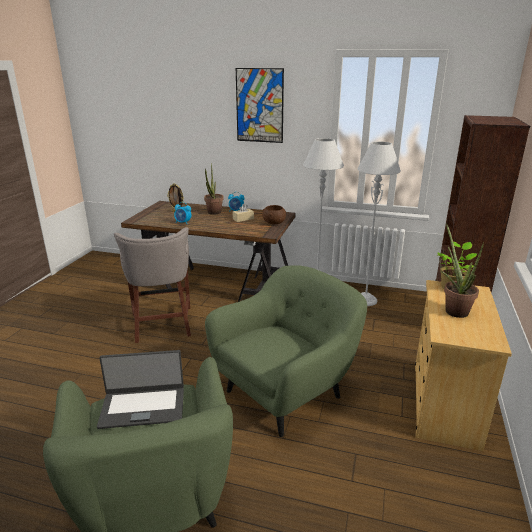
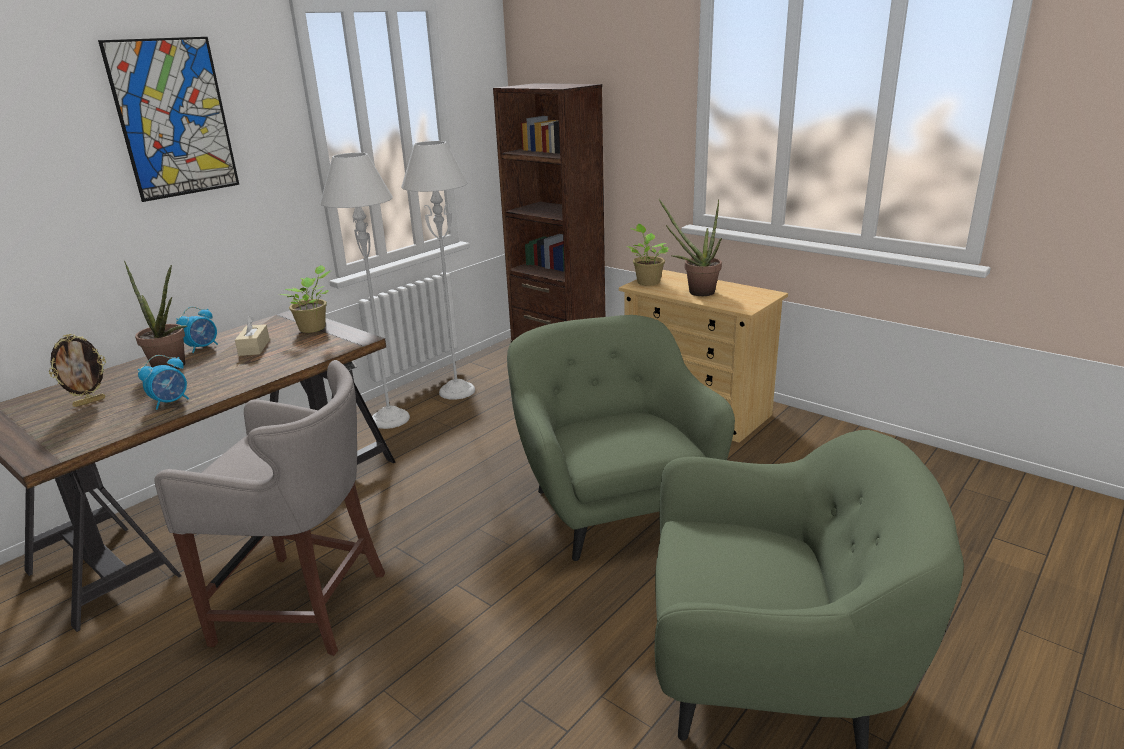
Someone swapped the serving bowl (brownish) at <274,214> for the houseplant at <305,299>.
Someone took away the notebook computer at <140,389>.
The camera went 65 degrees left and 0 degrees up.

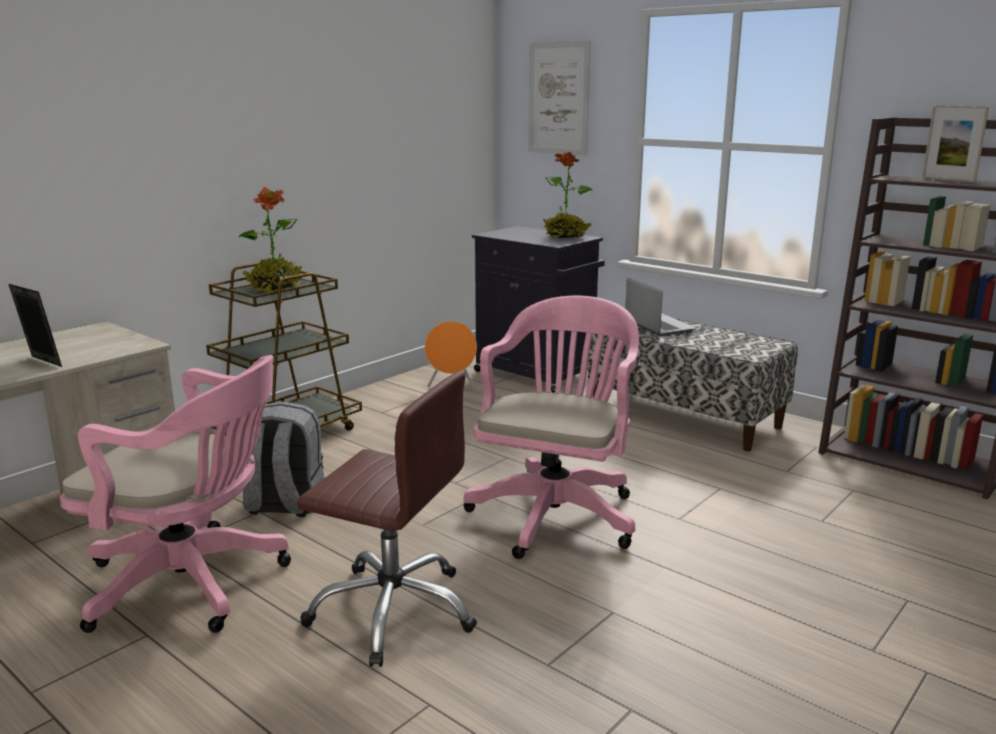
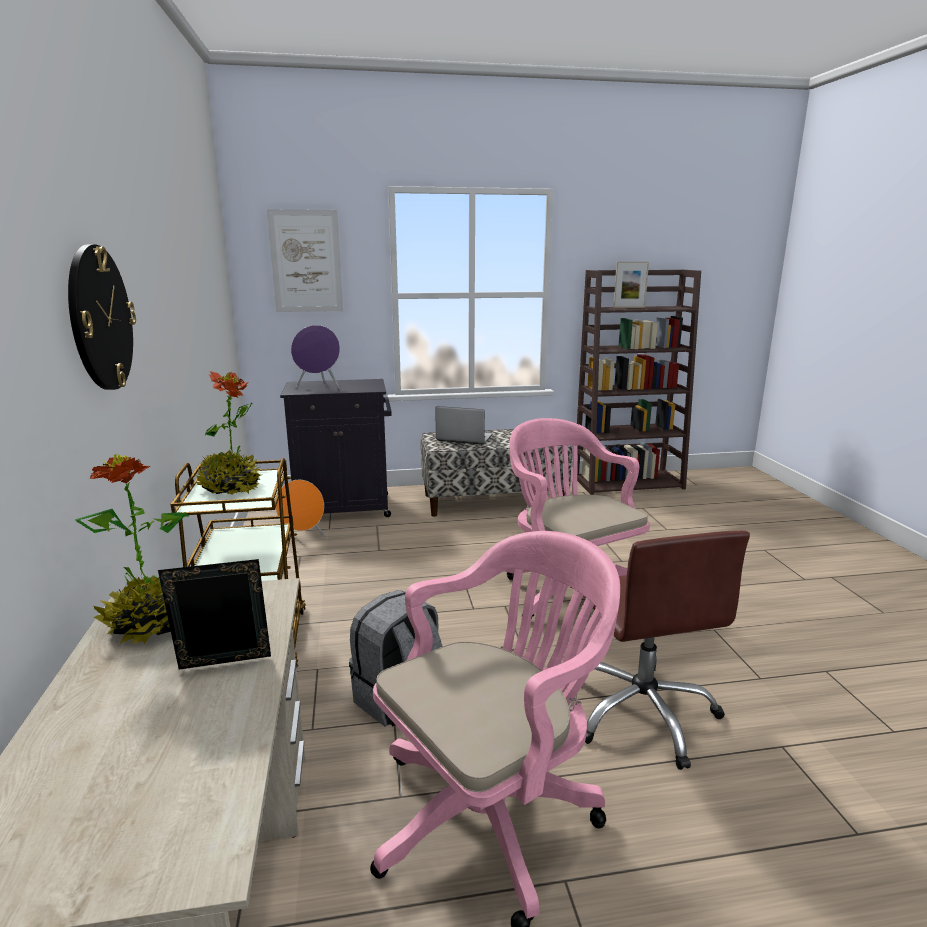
Someone carried the houseplant from <568,194> to <132,549>.
Someone rotated the computer chair (brownish) at <387,519> by 105 degrees clockwise.
Someone put up the hanging clock at <102,317>.
Someone put down the speaker (purple) at <315,357>.
The camera went 50 degrees left and 0 degrees up.

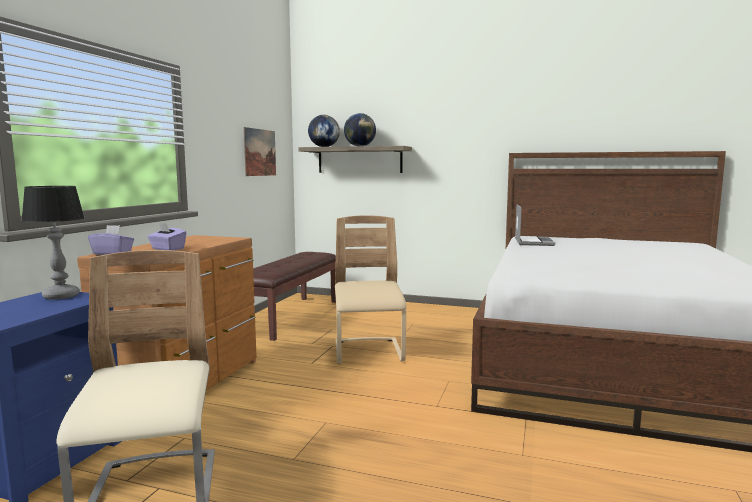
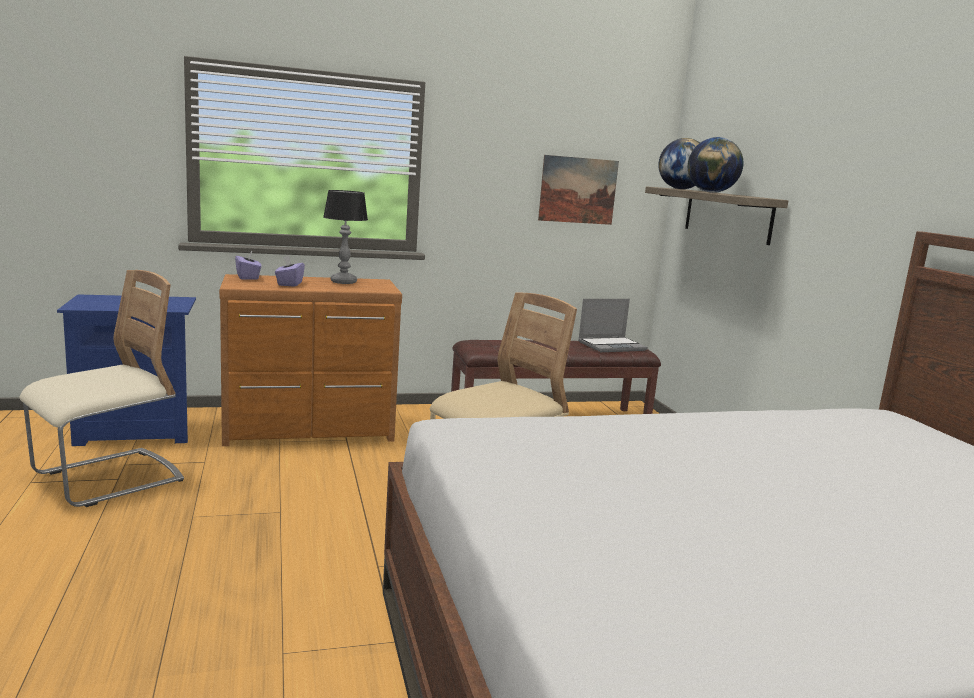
Someone carried the lamp for a table from <53,242> to <345,237>.
Someone carried the notebook computer from <535,225> to <613,325>.
The camera went 55 degrees right and 5 degrees up.

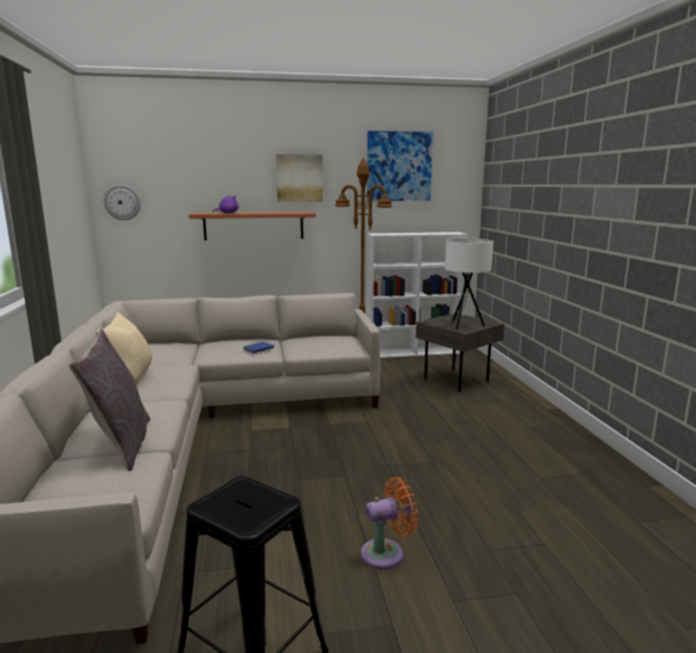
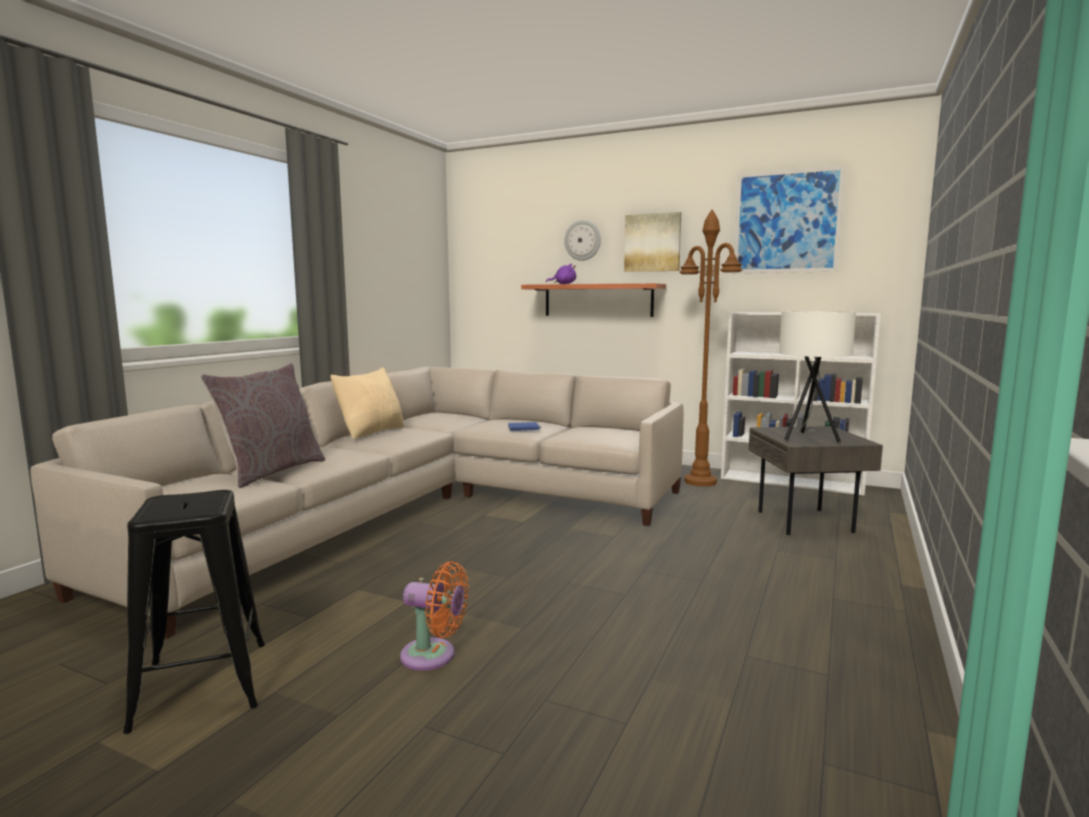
Someone carried the hanging clock from <122,202> to <582,240>.
The camera went 35 degrees right and 5 degrees down.

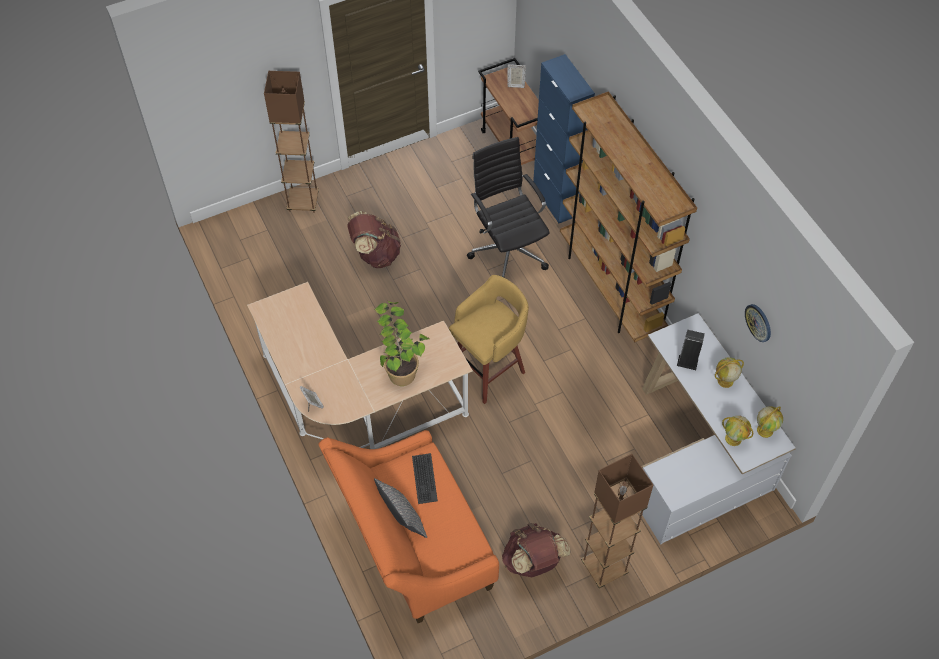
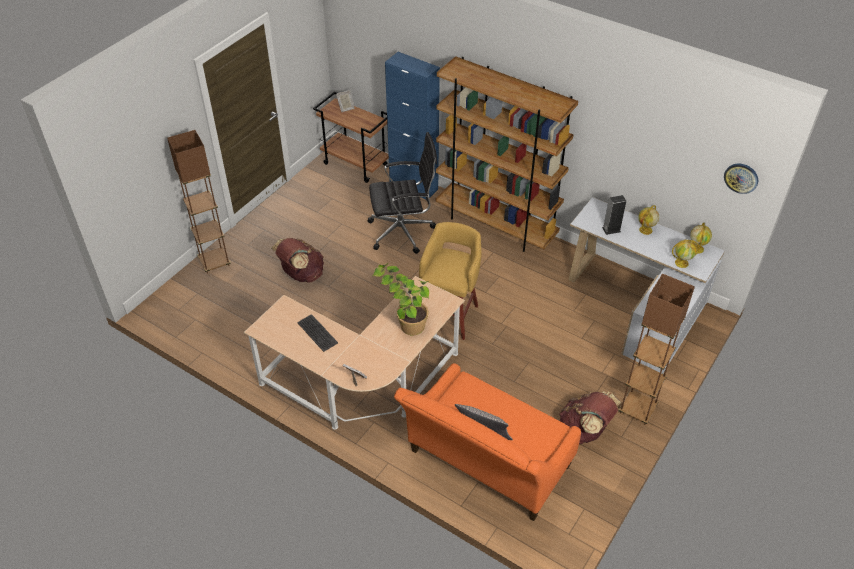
Someone rotated the computer chair (black) at <508,207> by 135 degrees clockwise.
Someone carried the hanging clock from <758,323> to <741,179>.
Someone carried the PC keyboard from <425,478> to <317,333>.
The camera went 30 degrees left and 10 degrees down.

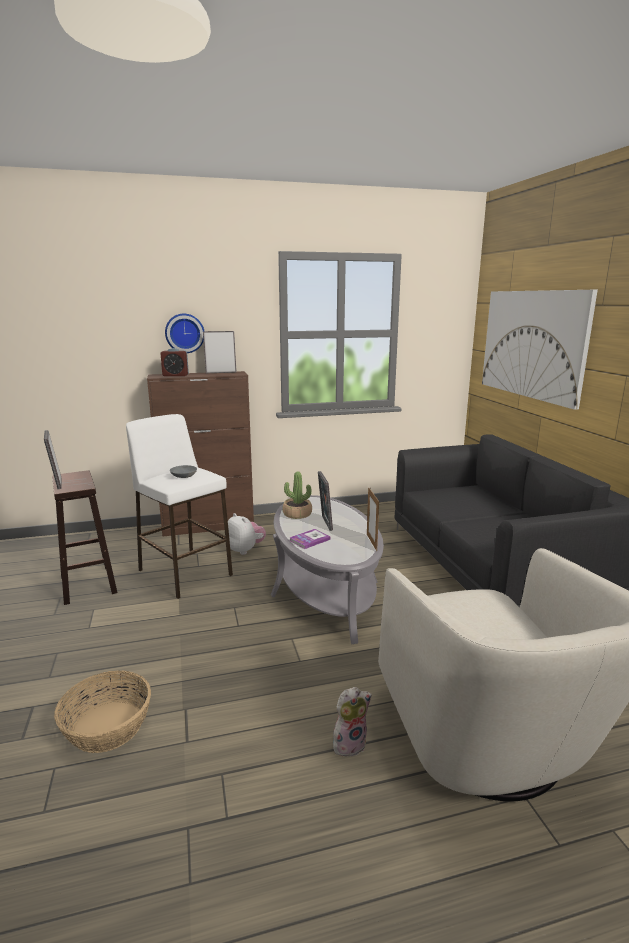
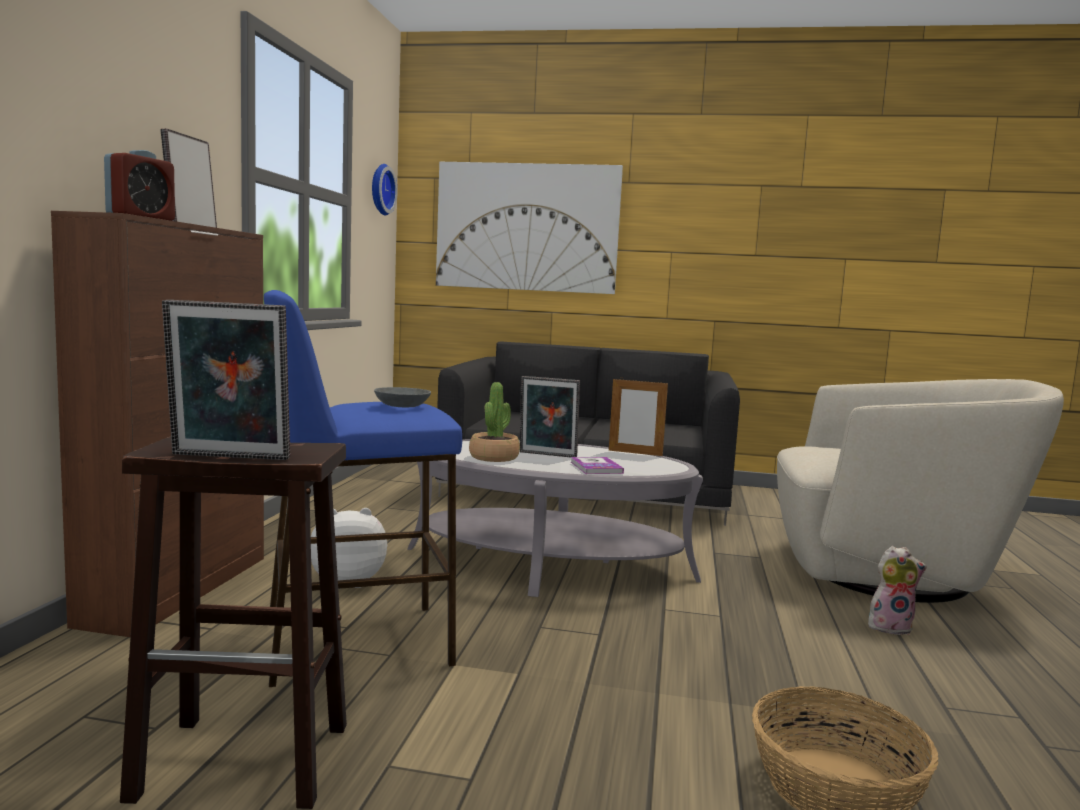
Someone carried the hanging clock from <184,333> to <385,190>.
Someone repainted the stool (whitish) at <179,506>, which became the stool (blue-coloured) at <363,488>.
Someone rotated the plush toy at <352,723> by 90 degrees clockwise.
The camera went 65 degrees left and 10 degrees down.

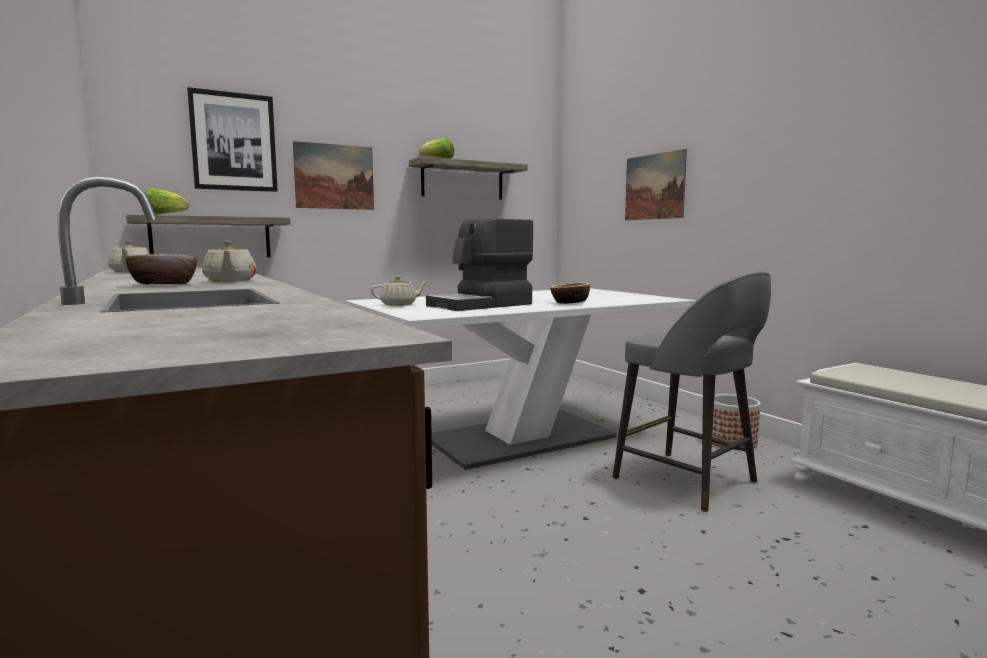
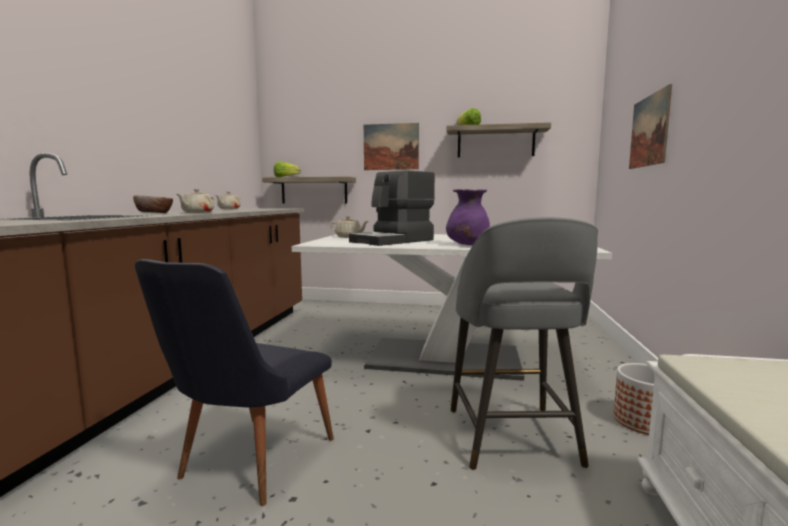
Someone took away the wall art at <232,139>.
Someone rotated the coffee machine at <479,265> by 45 degrees counterclockwise.
Someone swapped the serving bowl at <570,293> for the flower vase (purple) at <468,217>.
Someone put down the upright chair (black) at <234,382>.
The camera went 40 degrees right and 0 degrees up.

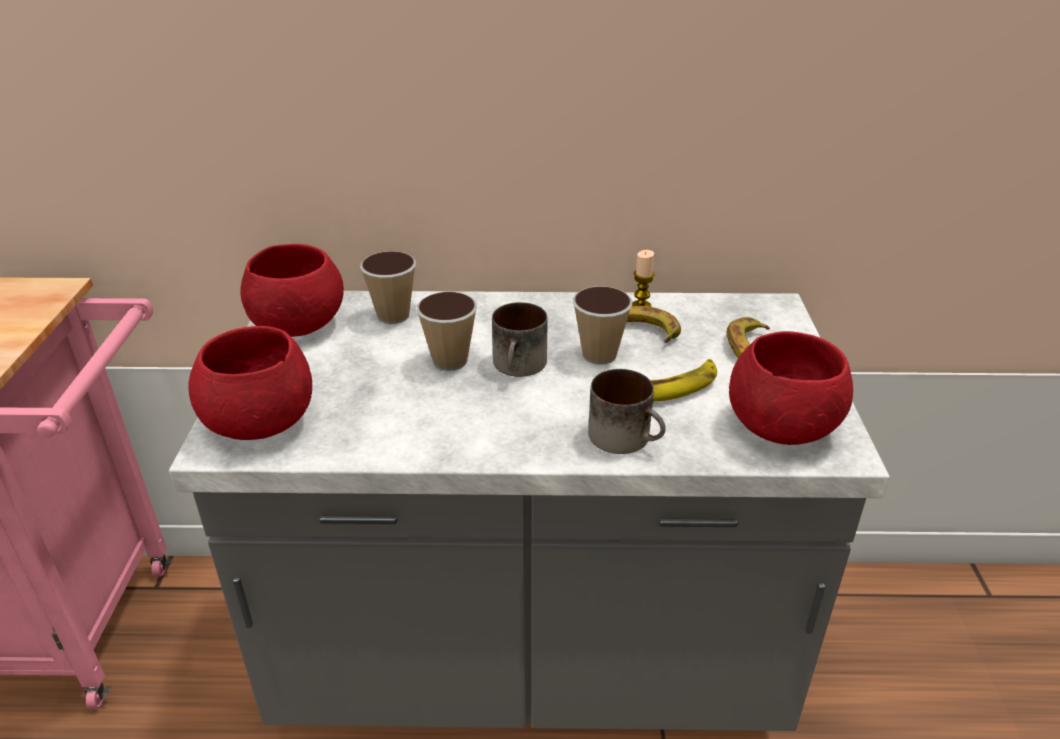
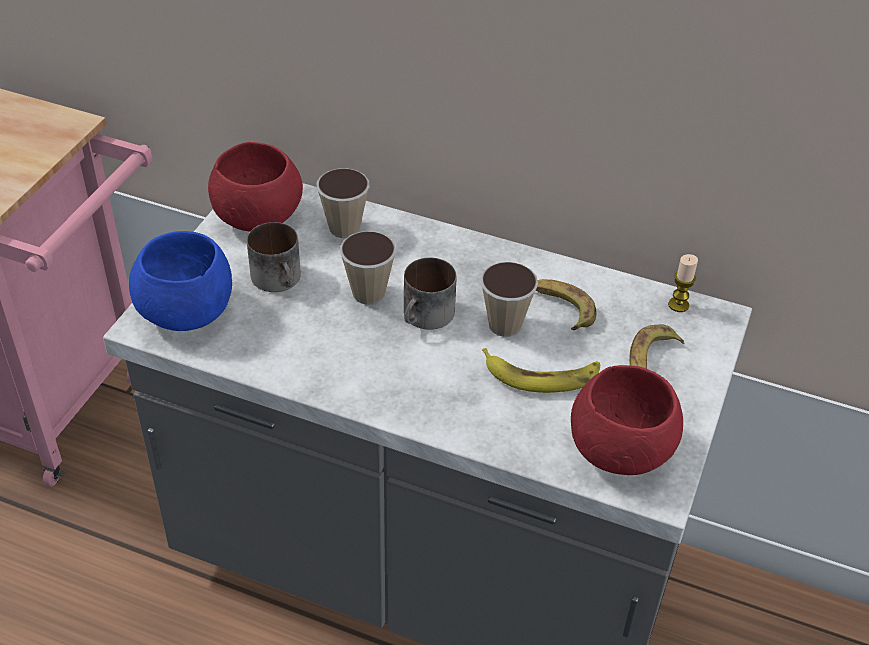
Someone carried the wax light from <643,278> to <683,283>.
Someone repainted the serving bowl (red-coloured) at <250,383>, which became the serving bowl (blue-coloured) at <180,281>.
Someone carried the coffee mug from <627,411> to <274,257>.
The camera went 20 degrees right and 10 degrees up.

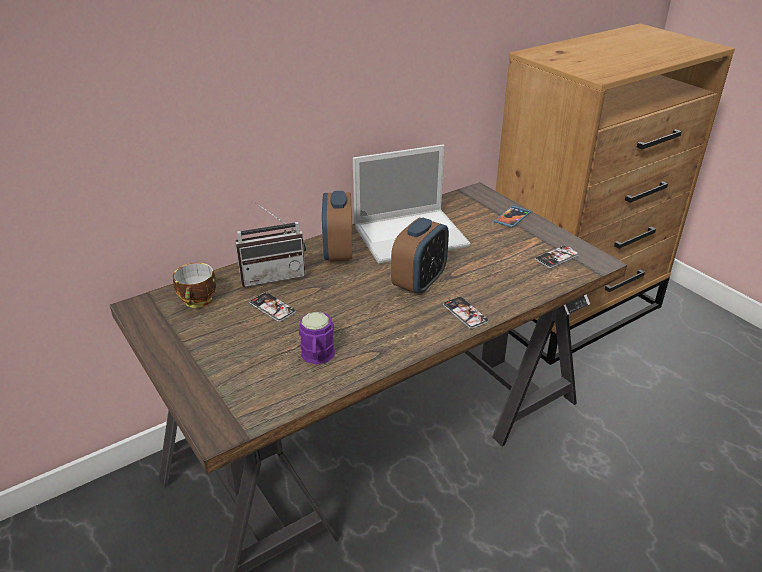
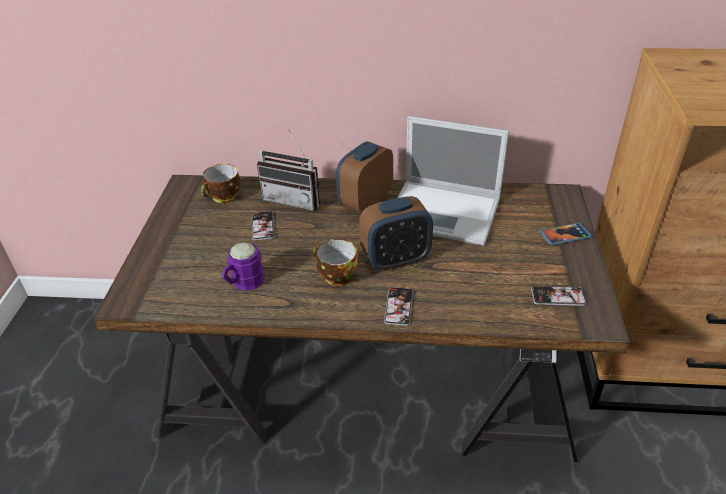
Someone put down the cup at <335,262>.
The camera went 40 degrees right and 5 degrees up.

